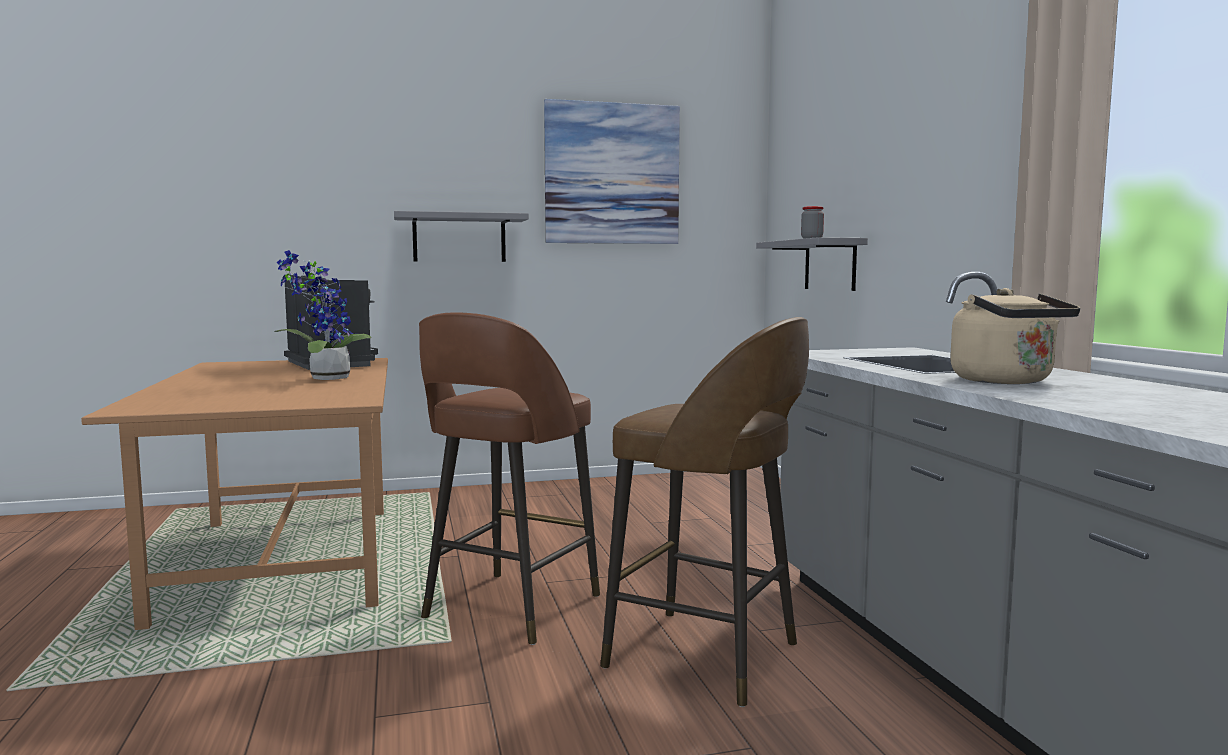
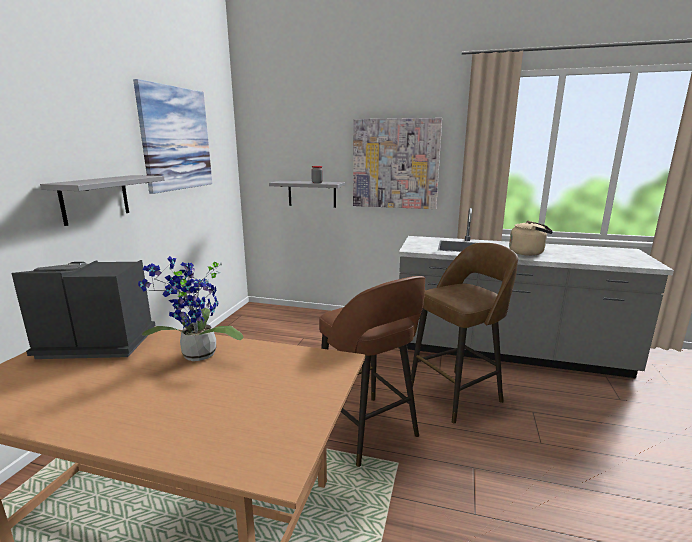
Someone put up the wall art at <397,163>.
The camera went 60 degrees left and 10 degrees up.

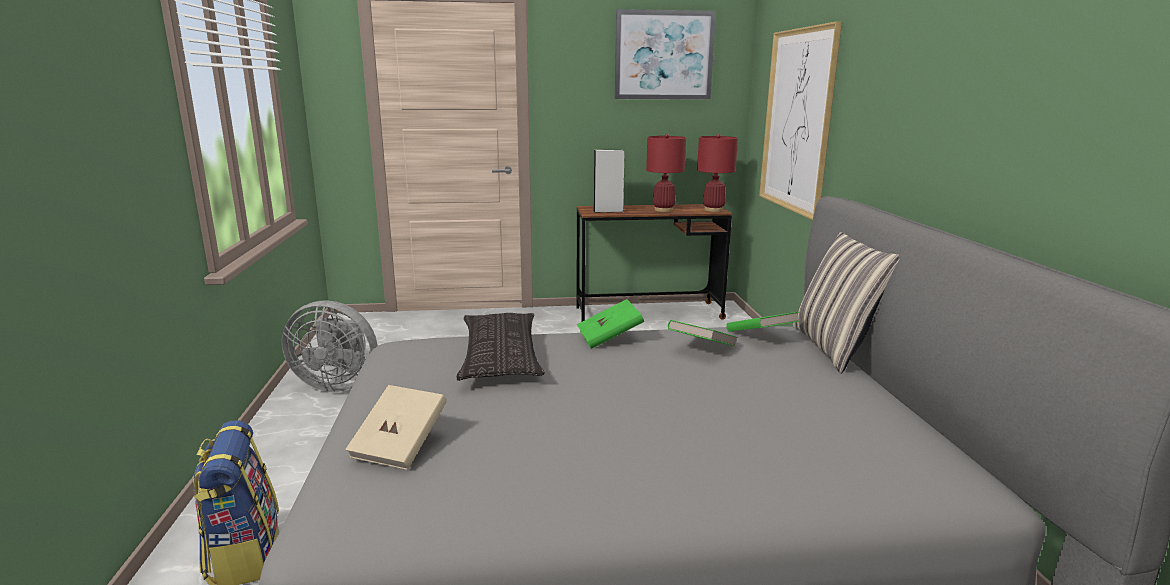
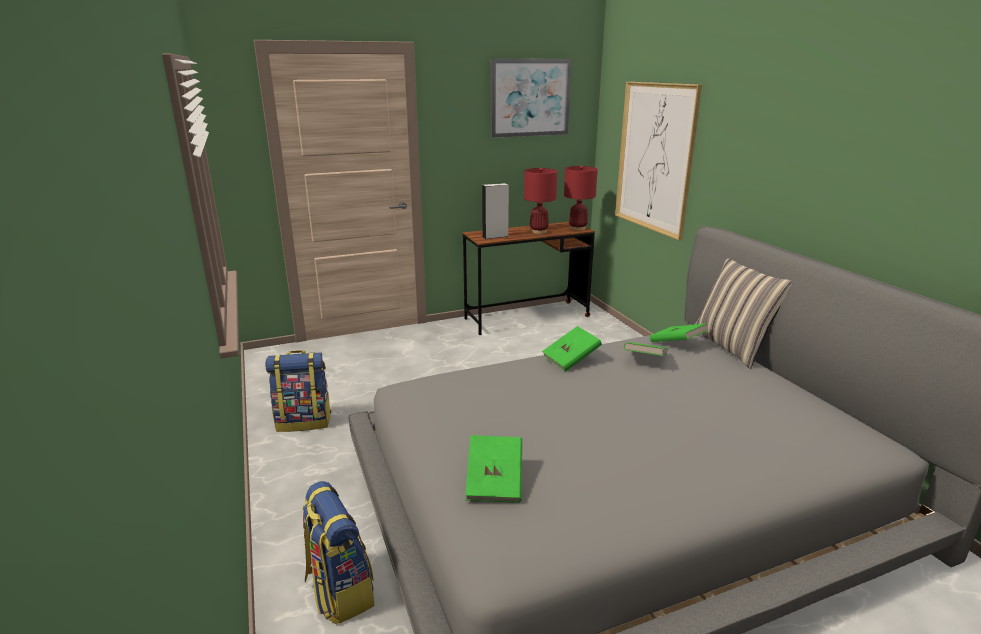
Someone swapped the fan (greyish) at <329,346> for the rucksack at <298,391>.
Someone took away the pillow at <501,347>.
Someone repainted the book (beige) at <396,427>, which became the book (greenish) at <493,469>.
The camera went 15 degrees left and 5 degrees up.

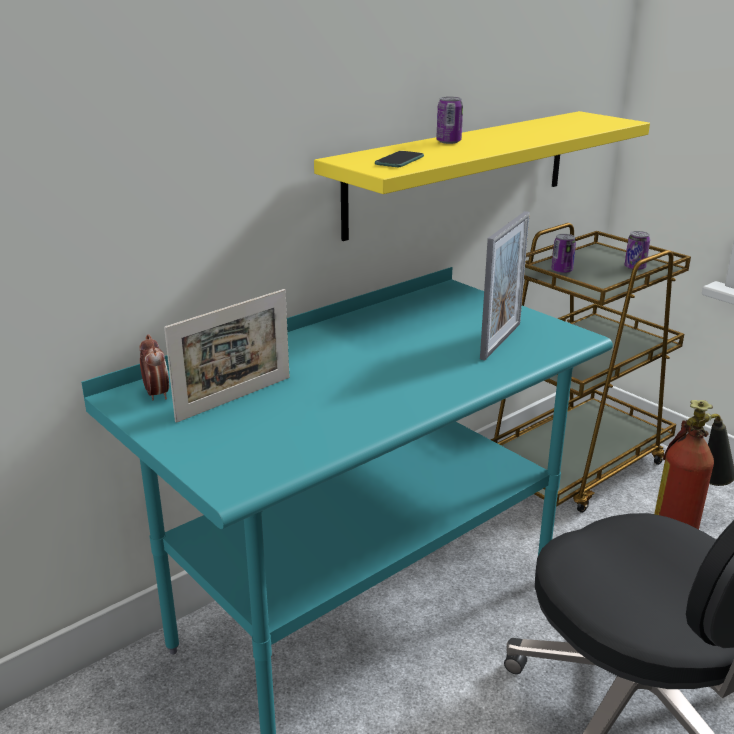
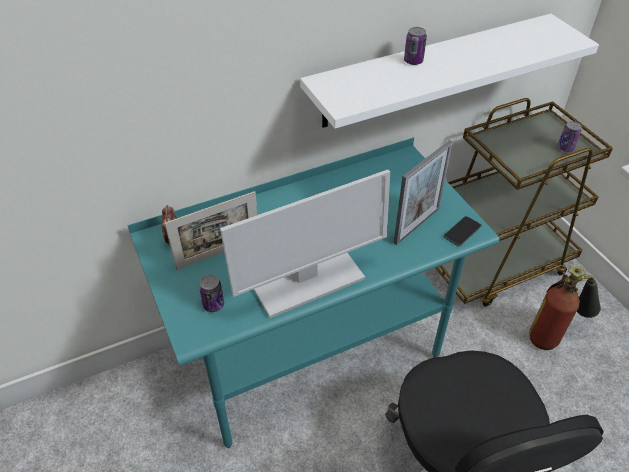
Someone repainted the bracket shelf (yellow-coloured) at <482,176>, which became the bracket shelf (whitish) at <449,71>.
Someone carried the handset from <399,159> to <462,231>.
Someone carried the sealed can from <563,253> to <211,293>.
Someone put down the computer screen at <305,244>.
The camera went 15 degrees right and 20 degrees up.

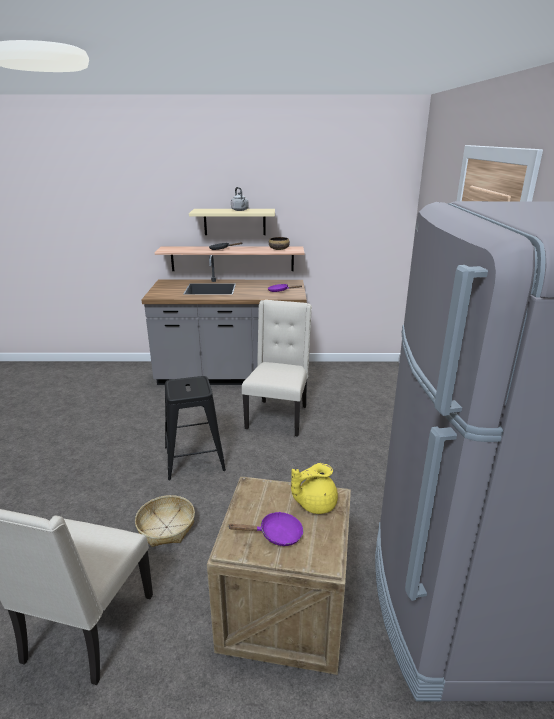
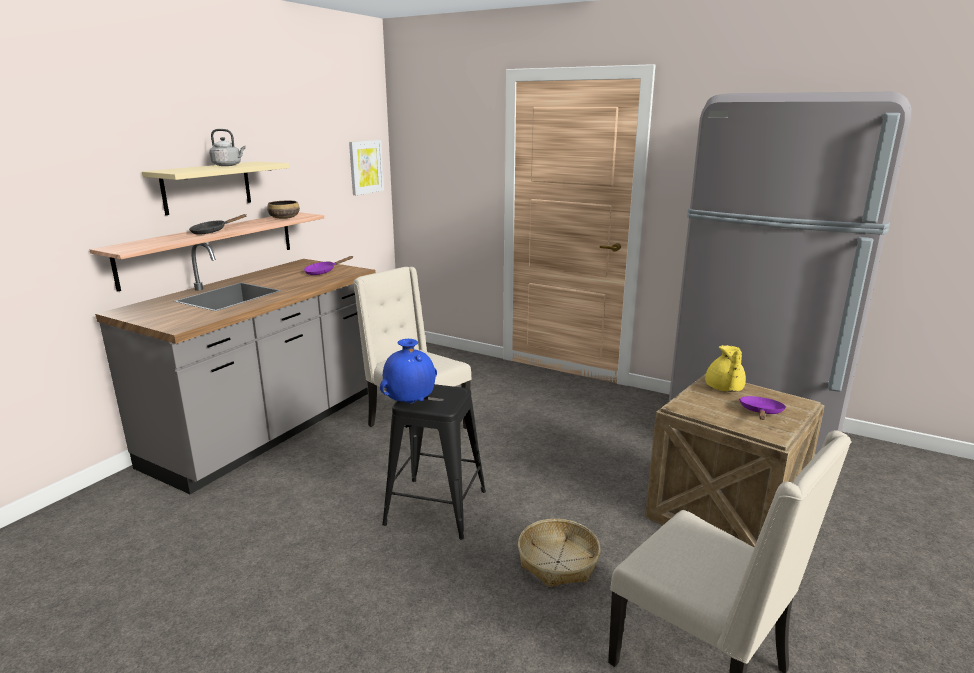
Someone put up the wall art at <366,167>.
Someone put down the flower vase (blue-coloured) at <408,371>.
The camera went 60 degrees left and 5 degrees down.

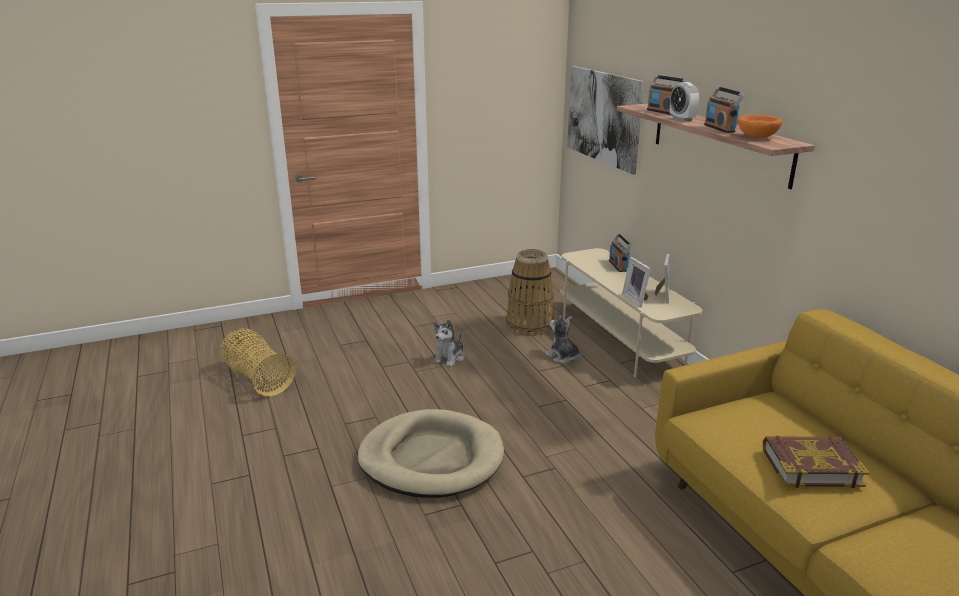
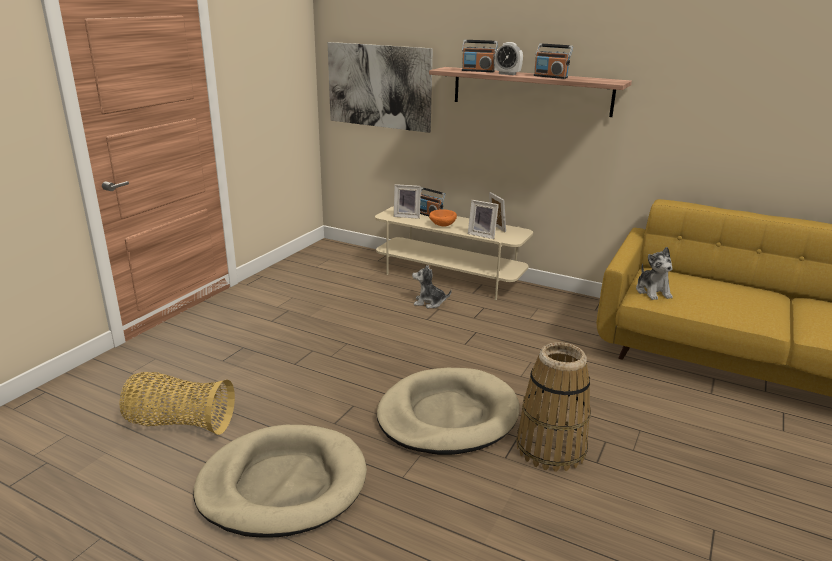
Someone carried the serving bowl (orangey) from <759,126> to <443,218>.
Someone carried the storage basket from <530,292> to <553,407>.
Someone carried the plush toy from <449,343> to <654,273>.
Someone took away the book at <816,462>.
Someone put down the photo frame at <407,201>.
Someone put down the pet bed (beige) at <280,481>.
The camera went 40 degrees left and 0 degrees up.

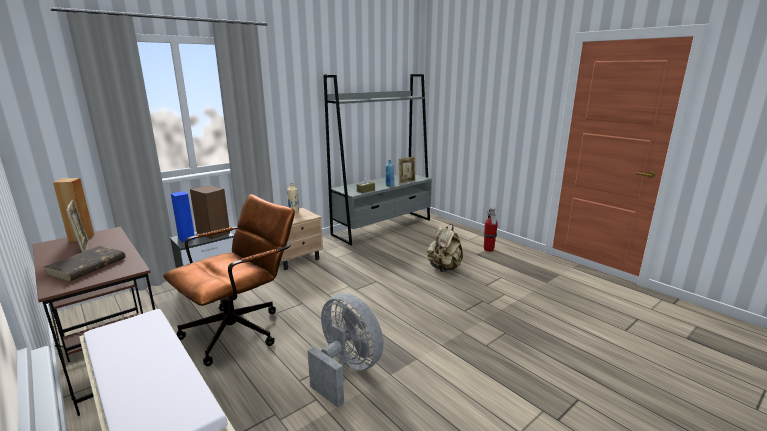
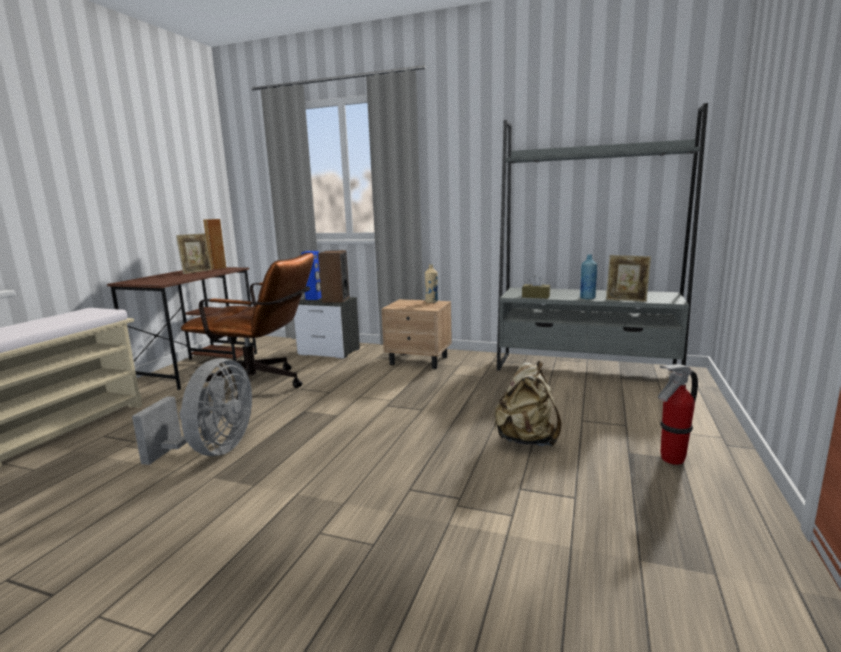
Someone took away the book (brownish) at <85,264>.
The camera went 60 degrees right and 5 degrees down.

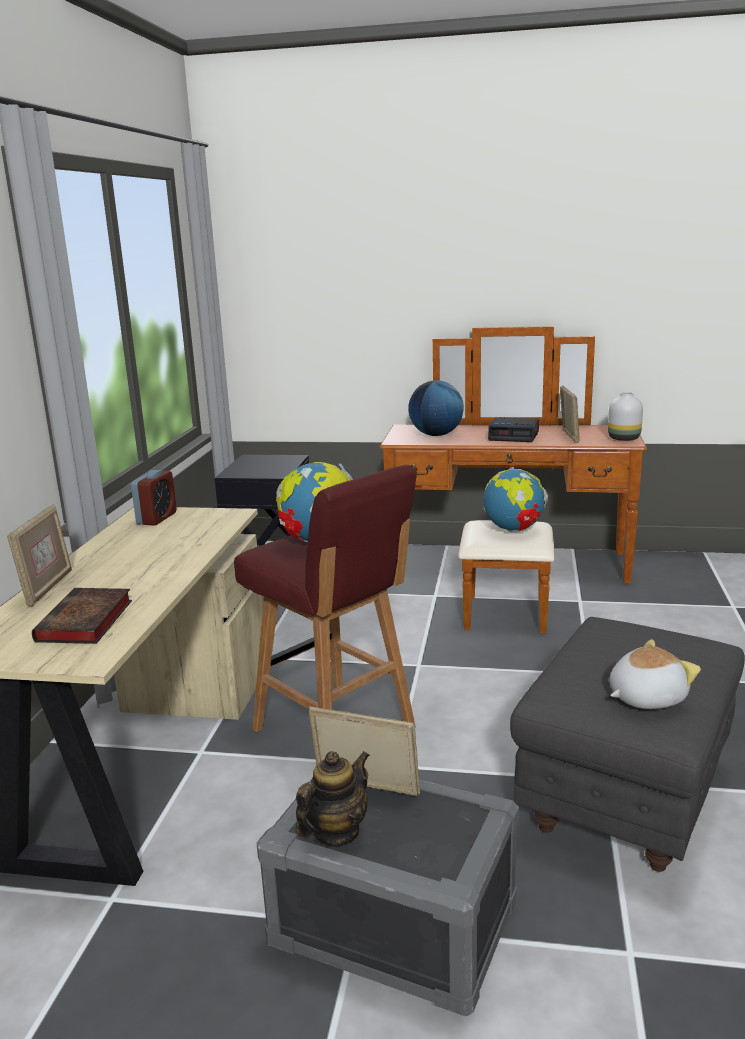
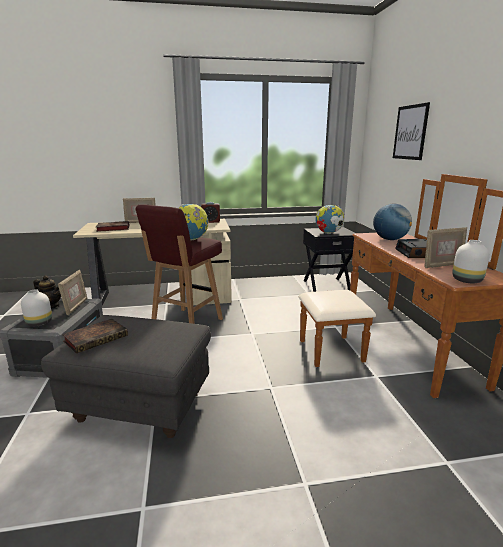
Someone carried the world globe from <515,499> to <329,219>.
Someone swapped the plush toy at <655,674> for the book at <95,336>.
Someone put up the wall art at <411,131>.
Someone put down the flower vase (whitish) at <36,308>.
The camera went 70 degrees right and 0 degrees up.

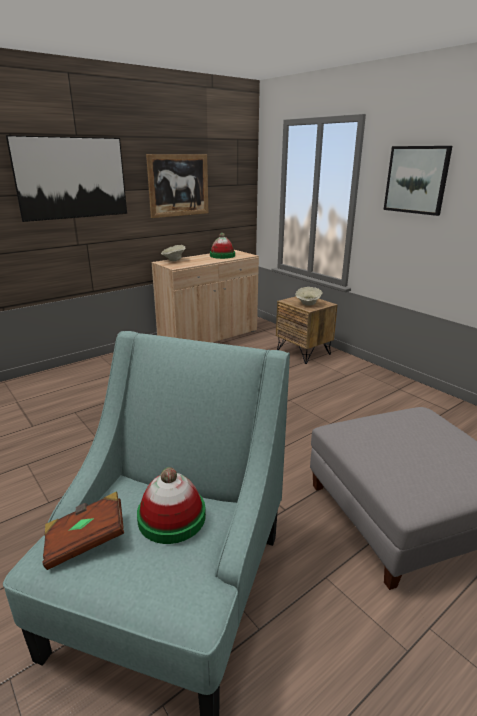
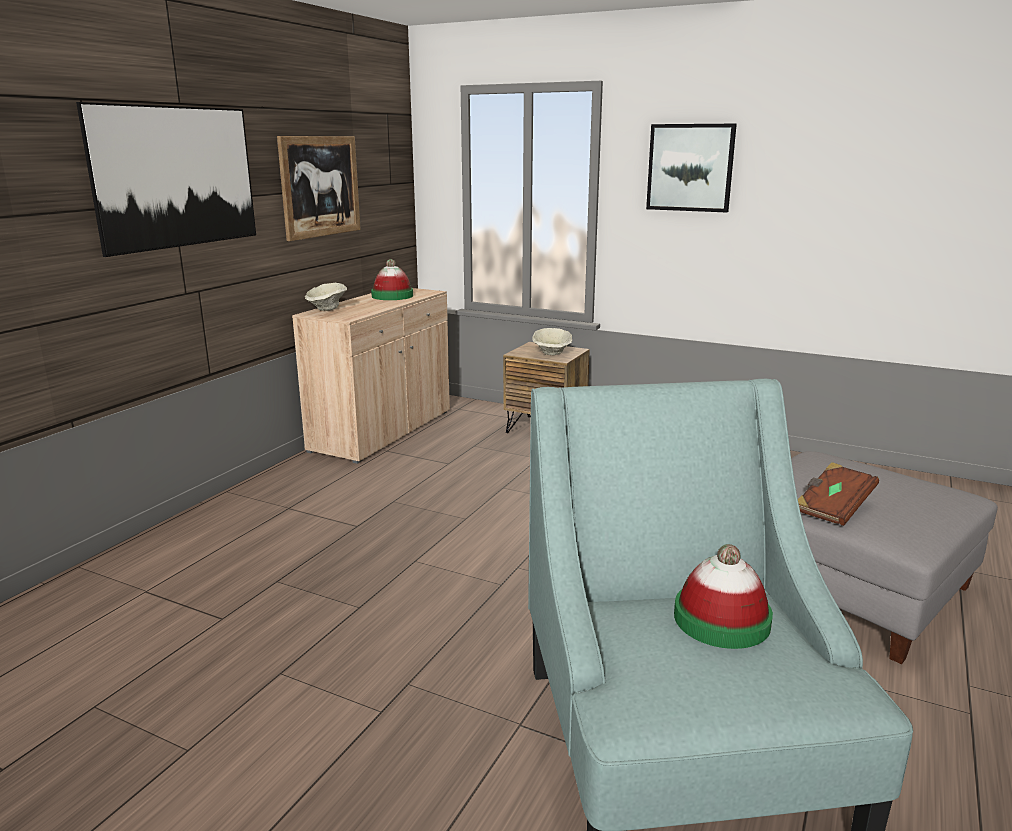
Someone carried the book (brownish) from <83,531> to <838,494>.
The camera went 25 degrees left and 5 degrees down.

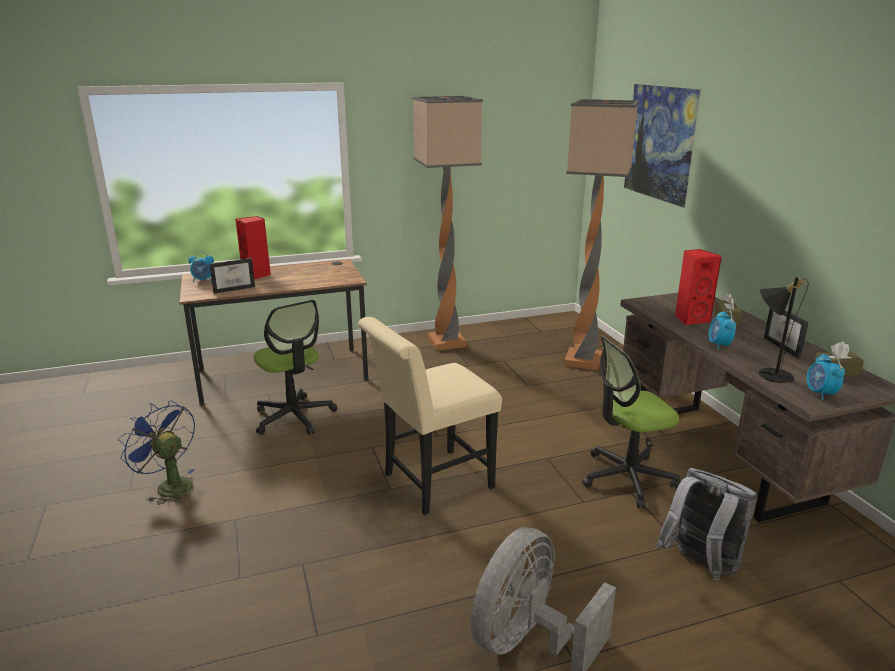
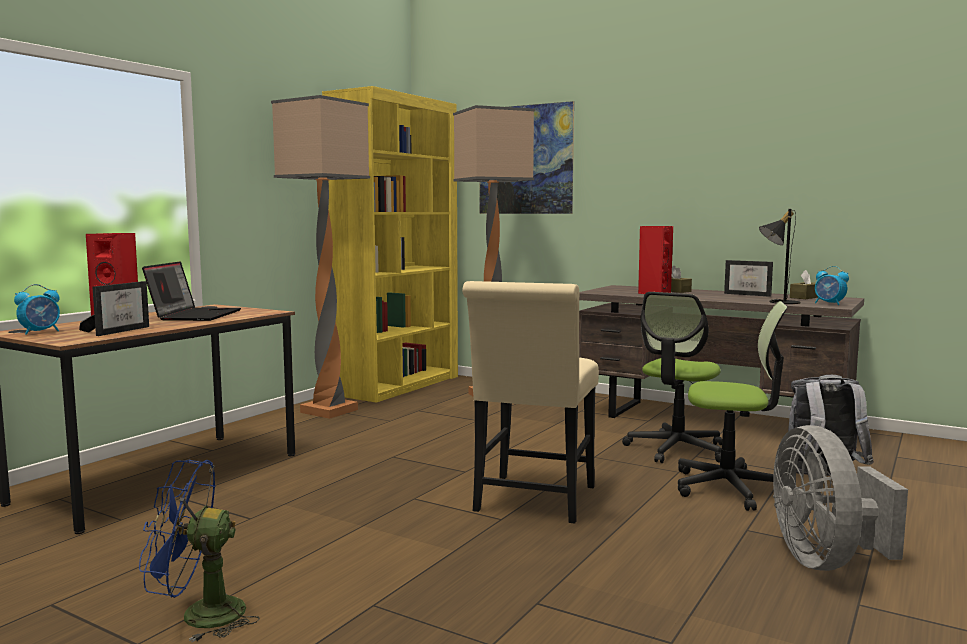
Someone carried the computer chair from <295,367> to <733,406>.
Someone took away the table clock at <722,330>.
Someone put down the bookshelf (yellow-coloured) at <390,244>.
Someone put down the notebook computer at <191,291>.
The camera went 40 degrees left and 15 degrees down.

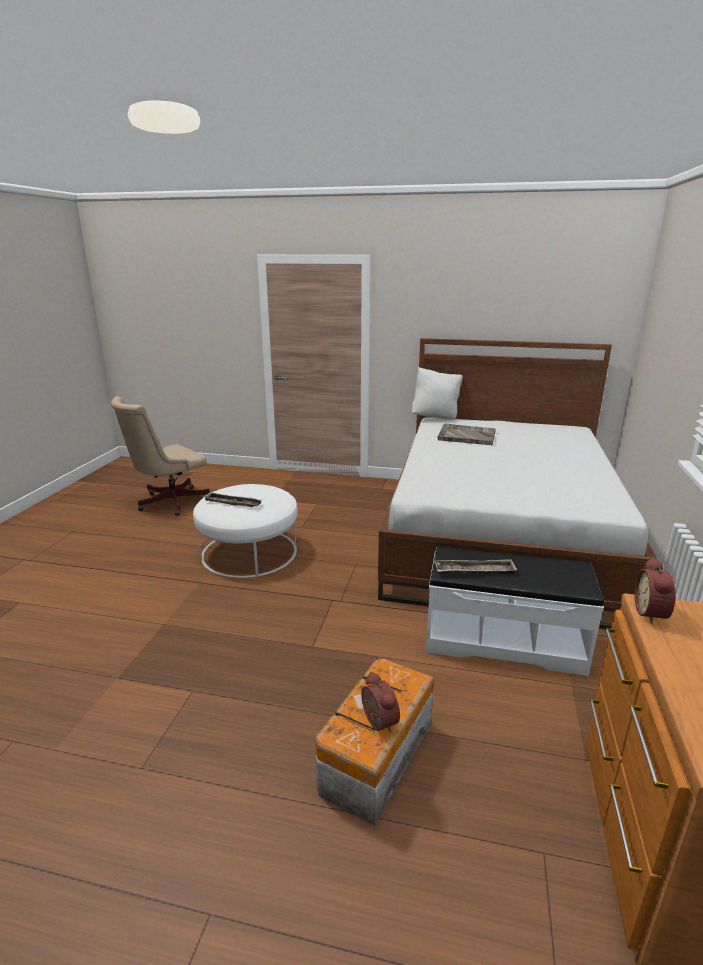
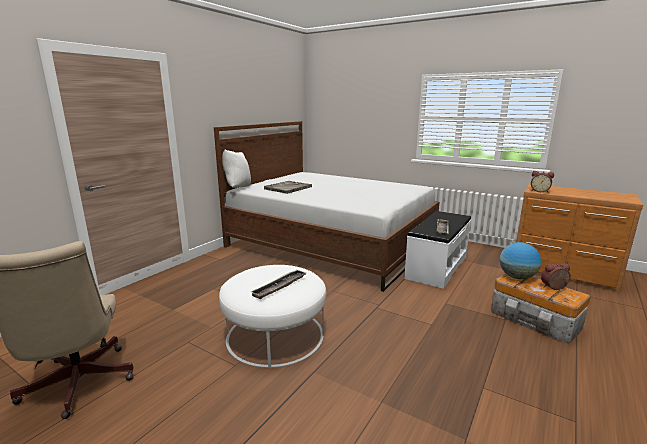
Someone put down the world globe at <520,260>.
The camera went 70 degrees left and 5 degrees down.

